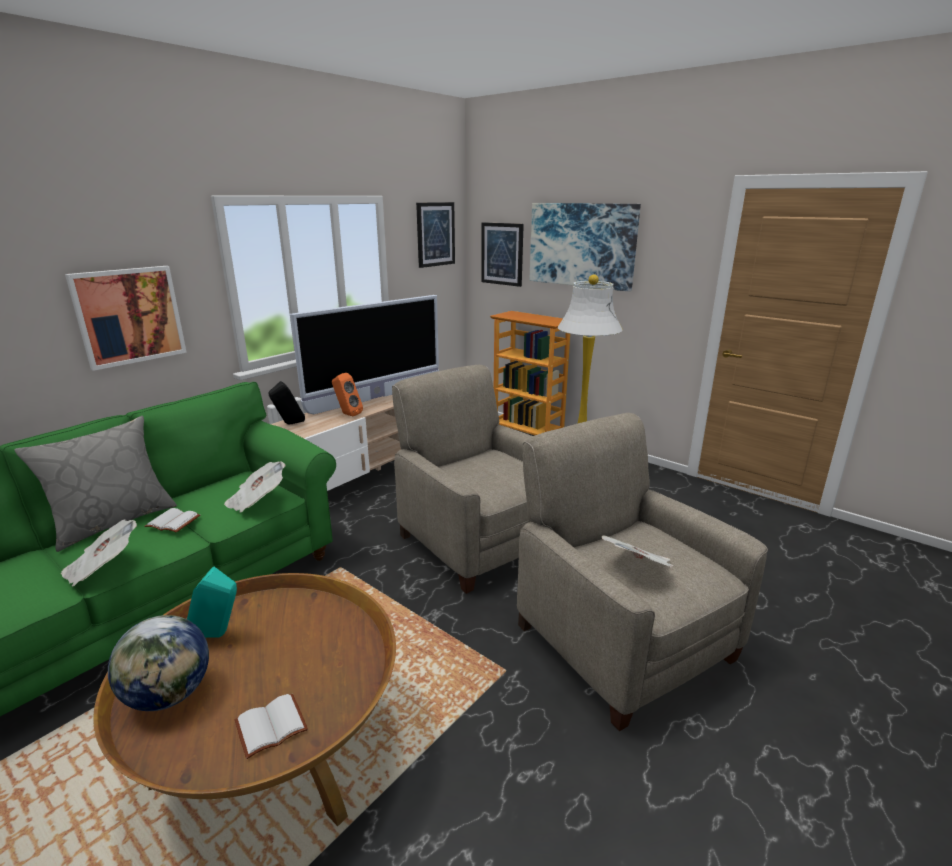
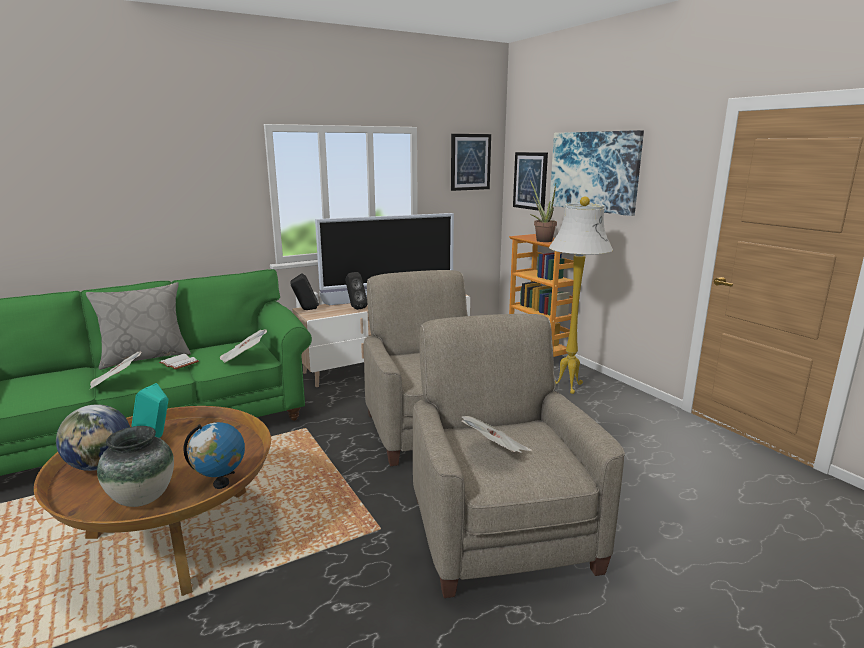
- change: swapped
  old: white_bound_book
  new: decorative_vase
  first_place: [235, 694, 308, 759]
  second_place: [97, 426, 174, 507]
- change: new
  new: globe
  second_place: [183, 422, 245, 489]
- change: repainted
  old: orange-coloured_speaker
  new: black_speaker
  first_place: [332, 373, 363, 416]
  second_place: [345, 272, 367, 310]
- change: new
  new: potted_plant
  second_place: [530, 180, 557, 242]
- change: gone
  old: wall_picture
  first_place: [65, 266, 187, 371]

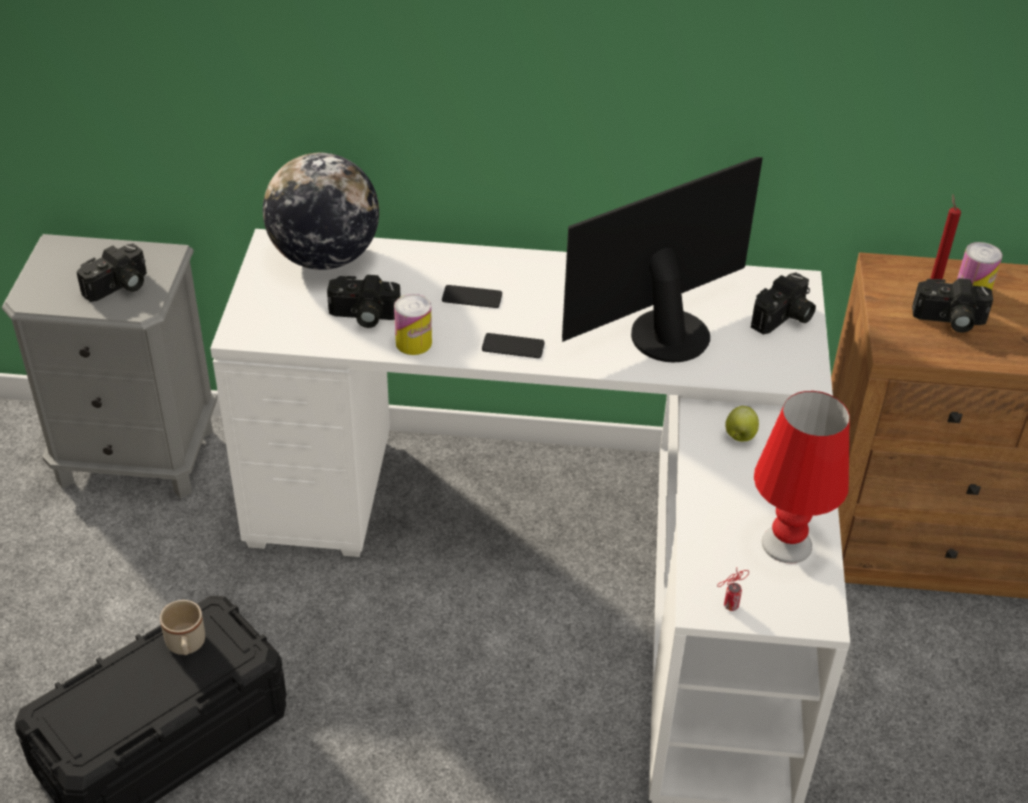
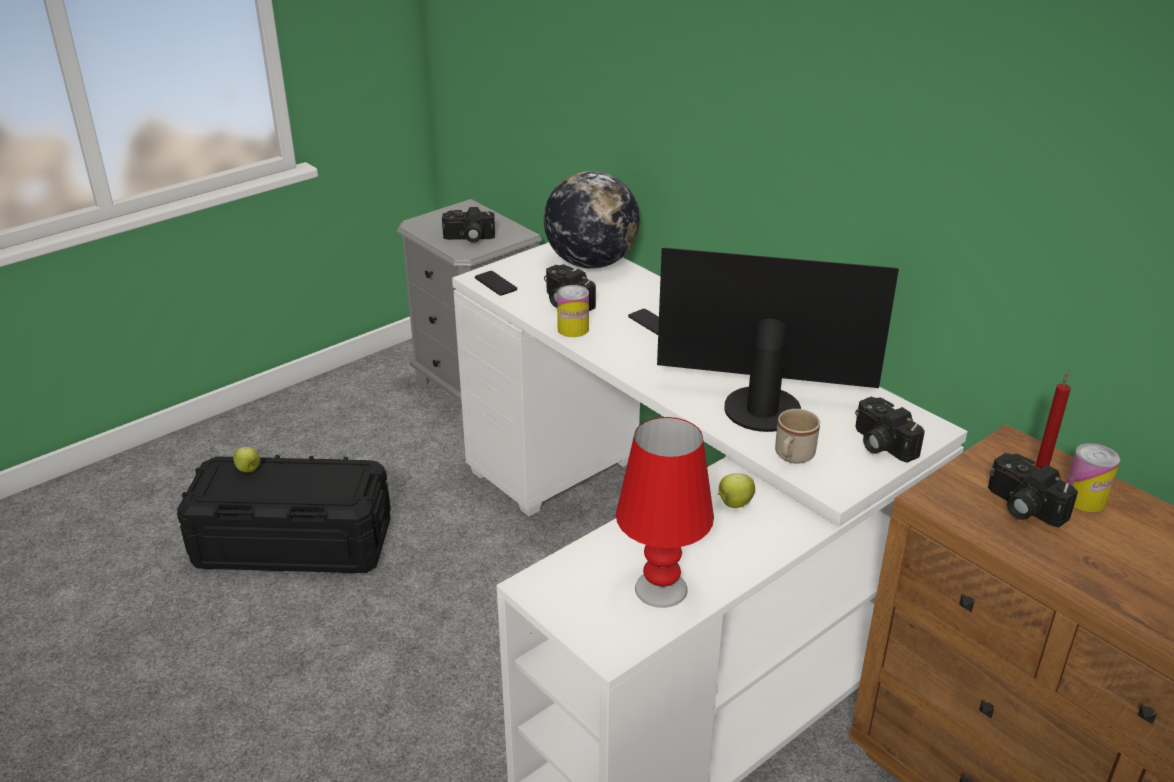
- change: new
  new: apple
  second_place: [233, 447, 260, 473]
- change: shifted
  old: phone
  first_place: [482, 333, 544, 358]
  second_place: [475, 271, 517, 296]
- change: shifted
  old: sand-coloured_coffee_mug
  first_place: [160, 600, 205, 655]
  second_place: [775, 409, 820, 464]
- change: rotated
  old: photo_camera
  first_place: [751, 273, 816, 334]
  second_place: [855, 397, 925, 463]
  degrees: 60
- change: gone
  old: sealed_can
  first_place: [717, 568, 749, 611]

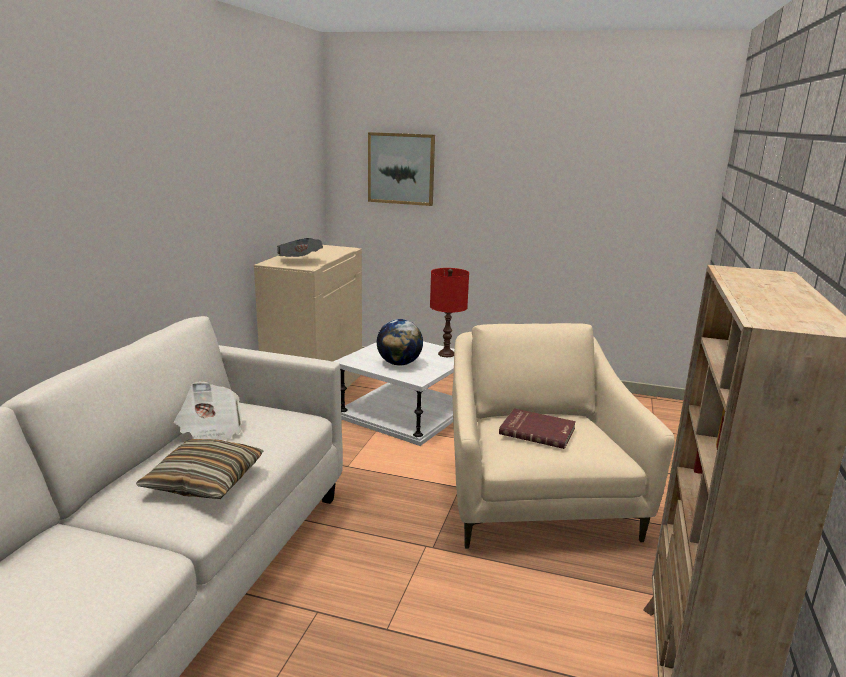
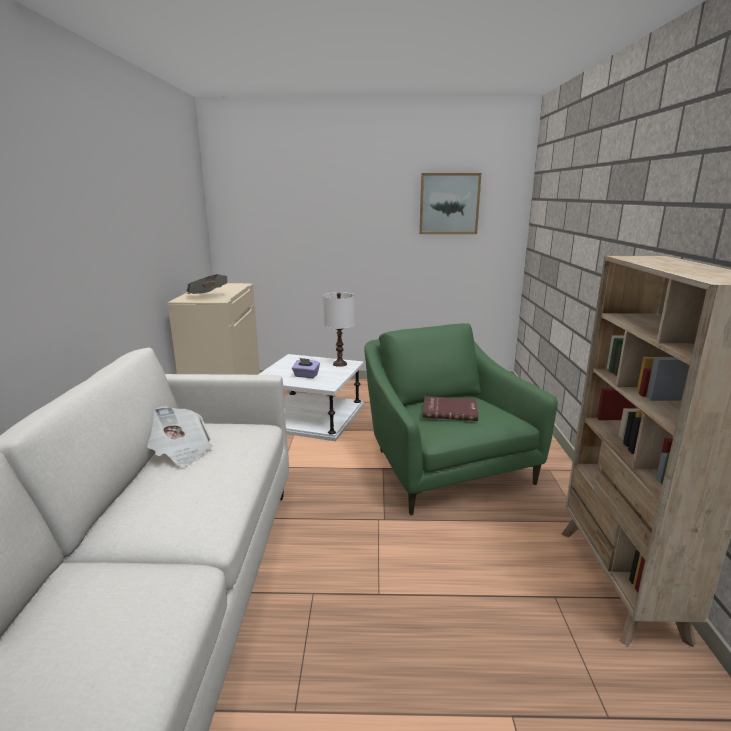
- change: swapped
  old: globe
  new: purple-coloured_box_of_tissues
  first_place: [377, 319, 423, 366]
  second_place: [292, 358, 320, 378]
- change: repainted
  old: red-coloured_table_lamp
  new: white_table_lamp
  first_place: [430, 268, 469, 357]
  second_place: [323, 292, 355, 367]
- change: repainted
  old: sand-coloured_lounge_chair
  new: green_lounge_chair
  first_place: [452, 323, 675, 549]
  second_place: [364, 323, 558, 515]
- change: shifted
  old: wall_picture
  first_place: [368, 132, 435, 206]
  second_place: [419, 173, 481, 234]
- change: gone
  old: pillow
  first_place: [136, 439, 264, 499]

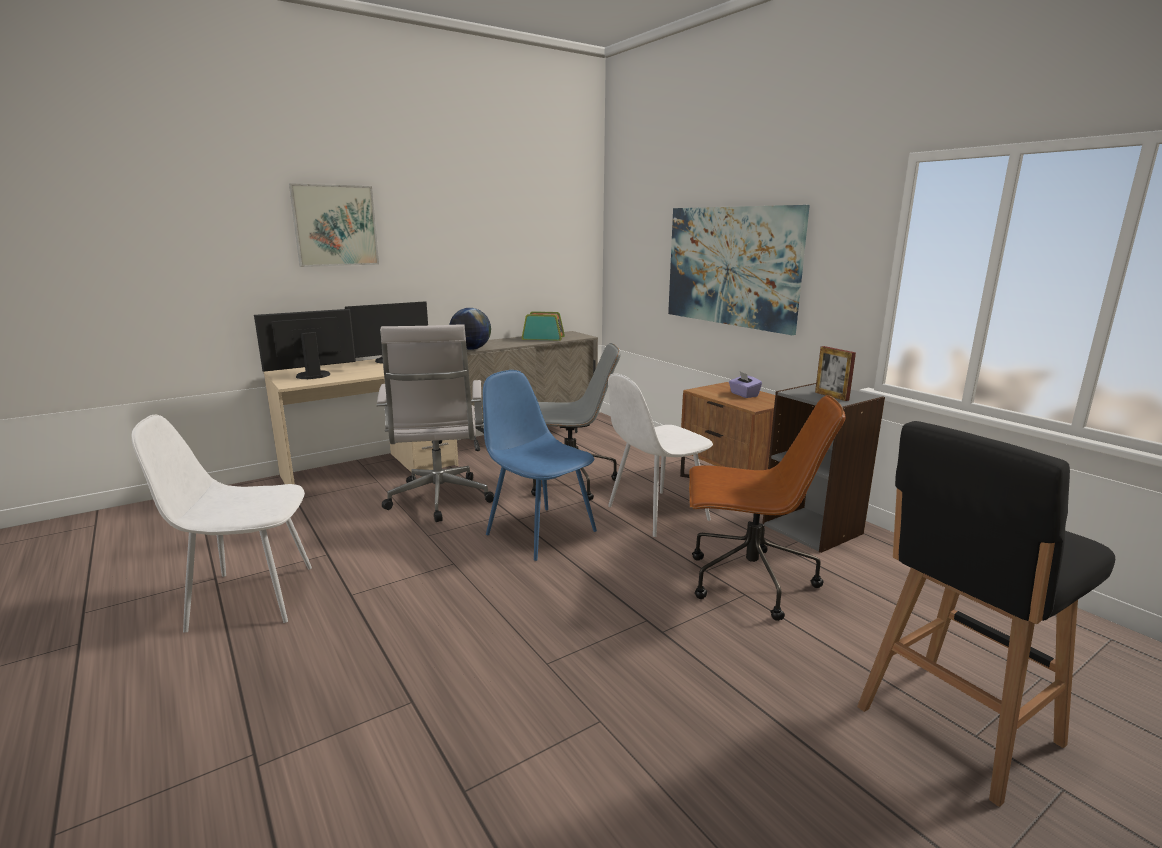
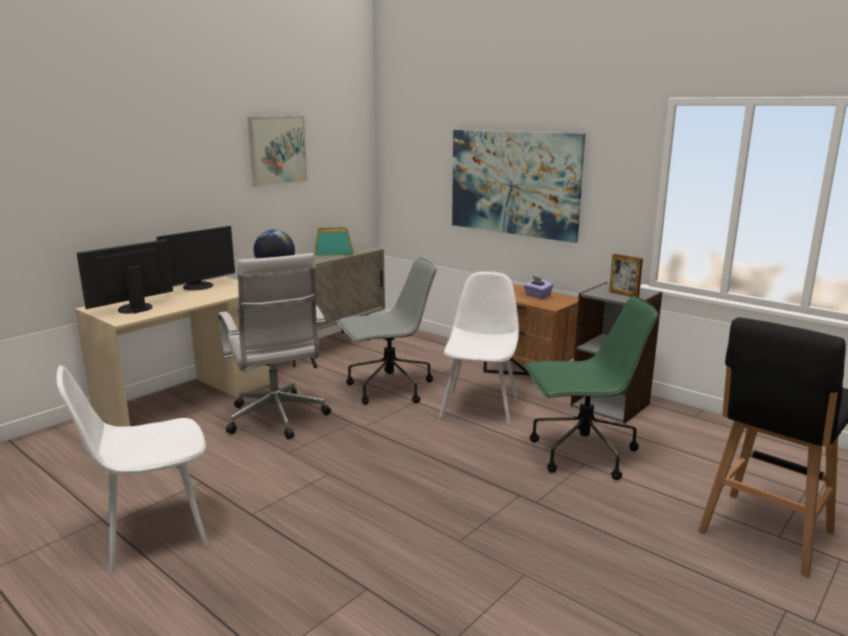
- change: shifted
  old: wall_picture
  first_place: [289, 183, 379, 267]
  second_place: [247, 116, 308, 187]
- change: rotated
  old: white_plain_chair
  first_place: [608, 373, 713, 537]
  second_place: [439, 271, 519, 426]
  degrees: 150
- change: repainted
  old: brown-coloured_computer_chair
  new: green_computer_chair
  first_place: [689, 395, 846, 621]
  second_place: [525, 296, 659, 480]
- change: gone
  old: blue-coloured_plain_chair
  first_place: [483, 370, 597, 561]

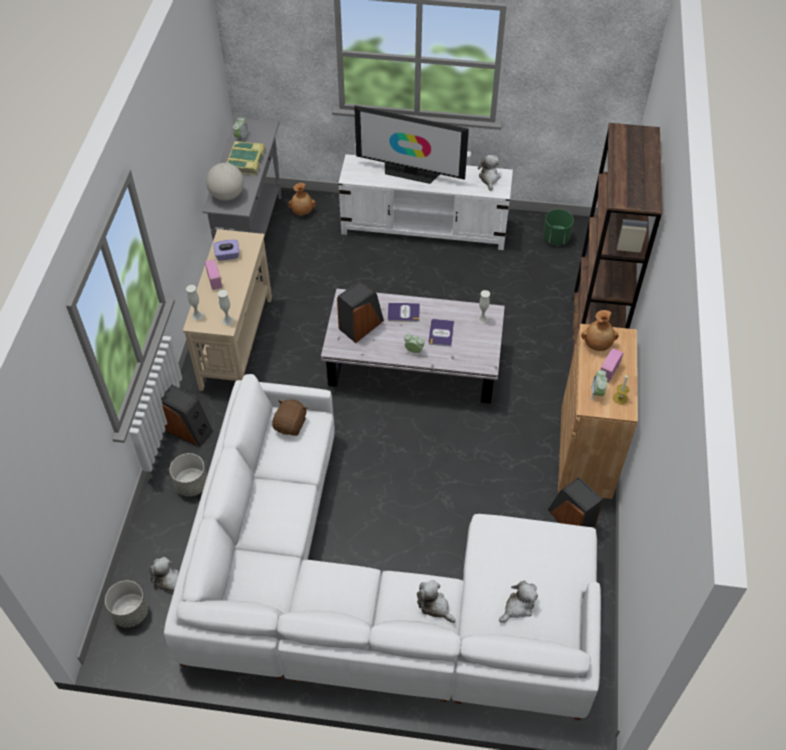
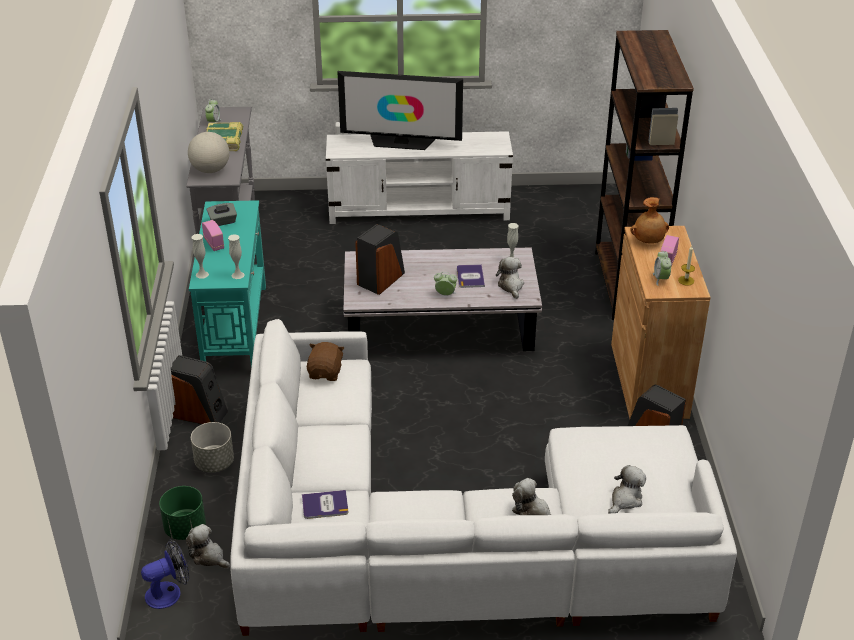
- change: swapped
  old: gray_plant_pot
  new: cooling_fan
  first_place: [105, 581, 148, 628]
  second_place: [141, 540, 189, 609]
- change: shifted
  old: green_plant_pot
  first_place: [543, 209, 574, 245]
  second_place: [159, 486, 206, 540]
- change: repainted
  old: sand-coloured_narrow_table
  new: turquoise_narrow_table
  first_place: [183, 229, 272, 391]
  second_place: [189, 200, 266, 366]
- change: repainted
  old: purple-coloured_box_of_tissues
  new: gray_box_of_tissues
  first_place: [213, 240, 239, 261]
  second_place: [207, 203, 237, 226]
- change: shifted
  old: bound_book
  first_place: [388, 303, 420, 322]
  second_place: [302, 490, 348, 519]
- change: shifted
  old: cuddly_toy
  first_place: [478, 155, 501, 191]
  second_place: [496, 257, 524, 299]
- change: gone
  old: brown-coloured_decorative_vase
  first_place: [288, 183, 316, 215]

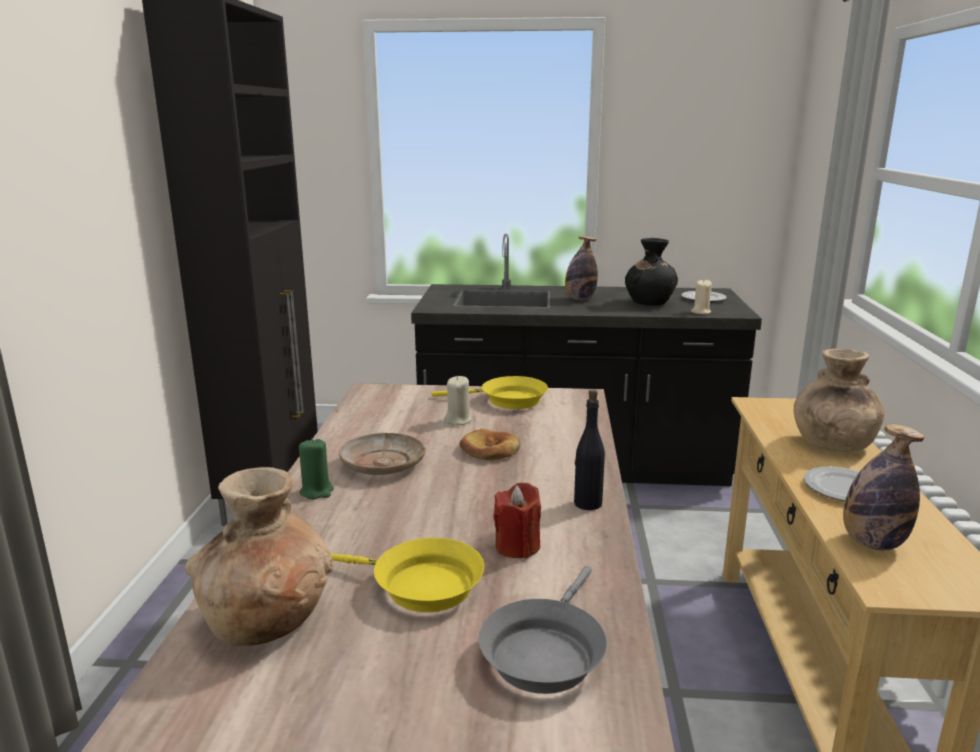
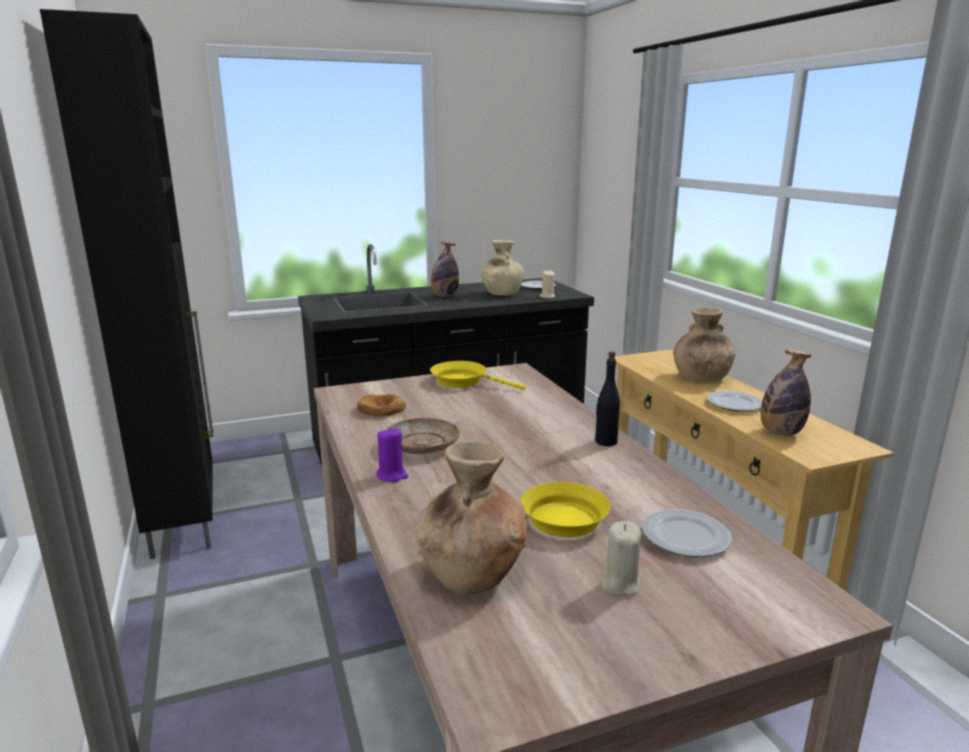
- change: shifted
  old: bakery_bread
  first_place: [459, 429, 520, 460]
  second_place: [357, 394, 406, 417]
- change: repainted
  old: green_candle
  new: purple-coloured_candle
  first_place: [299, 438, 334, 500]
  second_place: [377, 427, 408, 482]
- change: rotated
  old: yellow_skillet
  first_place: [432, 376, 548, 409]
  second_place: [430, 361, 526, 390]
  degrees: -135
- change: repainted
  old: black_decorative_vase
  new: sand-coloured_decorative_vase
  first_place: [625, 238, 678, 306]
  second_place: [481, 240, 524, 295]
- change: shifted
  old: sand-coloured_candle
  first_place: [444, 376, 472, 425]
  second_place: [601, 521, 641, 596]
- change: swapped
  old: gray_skillet
  new: plate
  first_place: [479, 566, 607, 694]
  second_place: [642, 509, 731, 557]
- change: gone
  old: red-coloured_candle
  first_place: [493, 482, 541, 559]

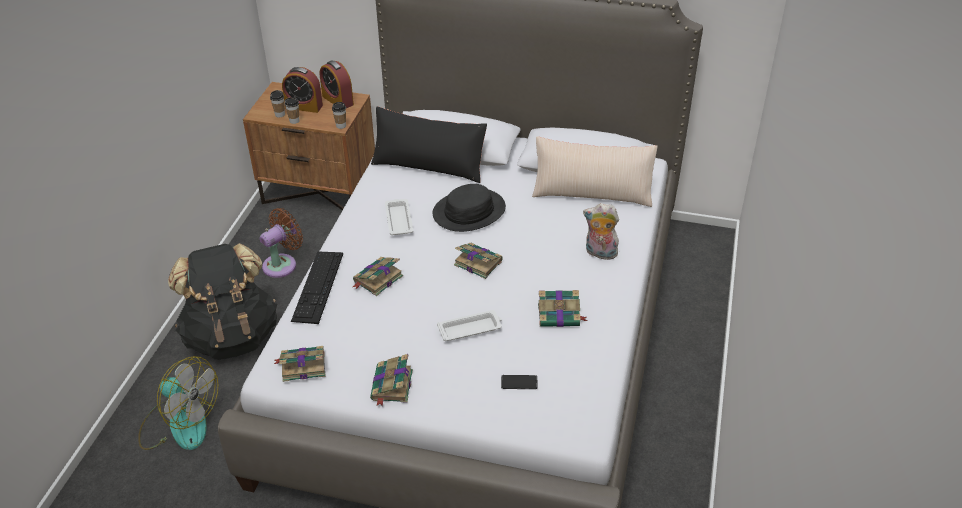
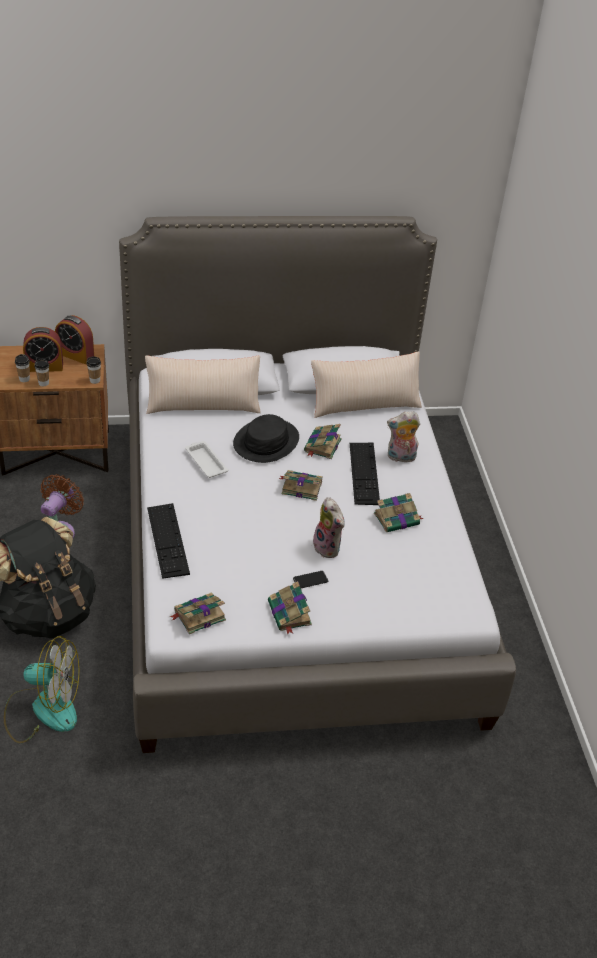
- change: repainted
  old: black_pillow
  new: sand-coloured_pillow
  first_place: [371, 106, 487, 183]
  second_place: [145, 355, 261, 414]
- change: shifted
  old: phone
  first_place: [501, 375, 538, 389]
  second_place: [293, 571, 328, 588]
- change: shifted
  old: bound_book
  first_place: [353, 257, 403, 296]
  second_place: [304, 424, 342, 459]
- change: swapped
  old: white_carrying_tray
  new: cuddly_toy
  first_place: [437, 310, 502, 341]
  second_place: [313, 497, 345, 558]
- change: new
  new: computer_keyboard
  second_place: [350, 443, 380, 505]

